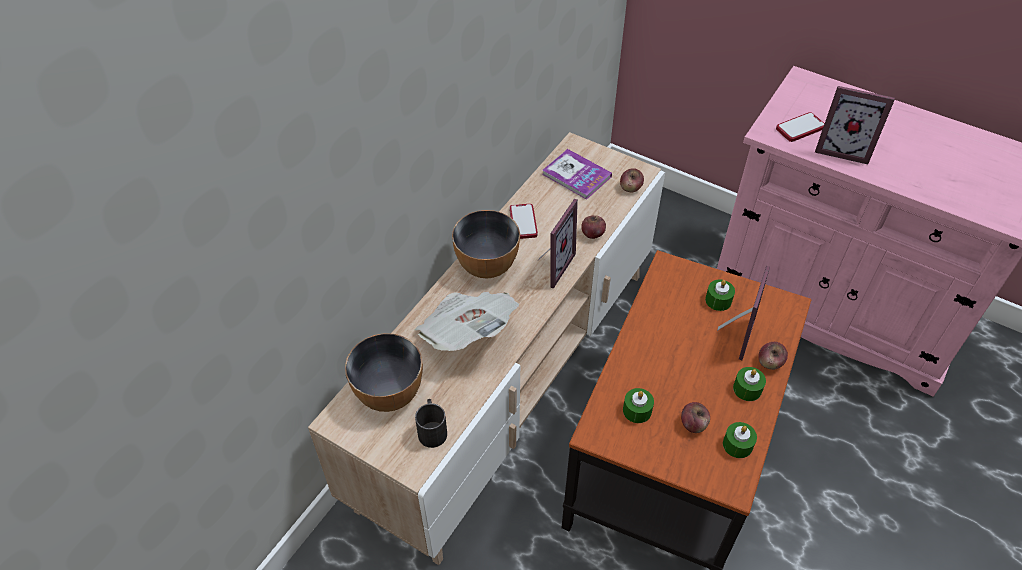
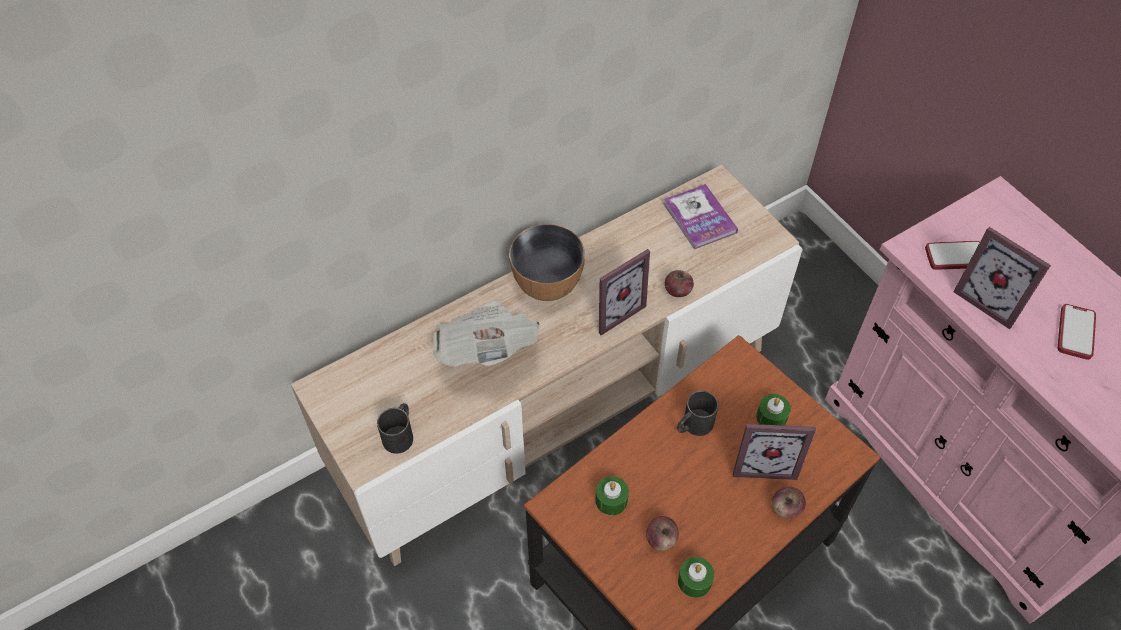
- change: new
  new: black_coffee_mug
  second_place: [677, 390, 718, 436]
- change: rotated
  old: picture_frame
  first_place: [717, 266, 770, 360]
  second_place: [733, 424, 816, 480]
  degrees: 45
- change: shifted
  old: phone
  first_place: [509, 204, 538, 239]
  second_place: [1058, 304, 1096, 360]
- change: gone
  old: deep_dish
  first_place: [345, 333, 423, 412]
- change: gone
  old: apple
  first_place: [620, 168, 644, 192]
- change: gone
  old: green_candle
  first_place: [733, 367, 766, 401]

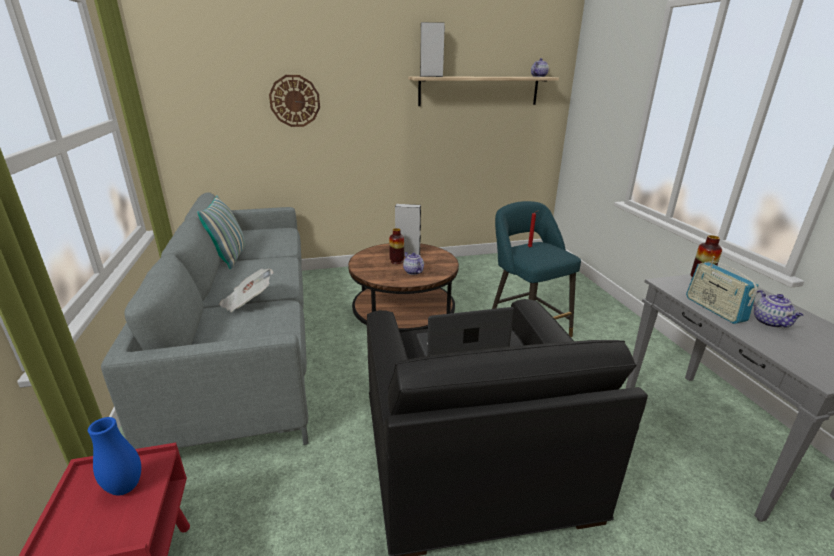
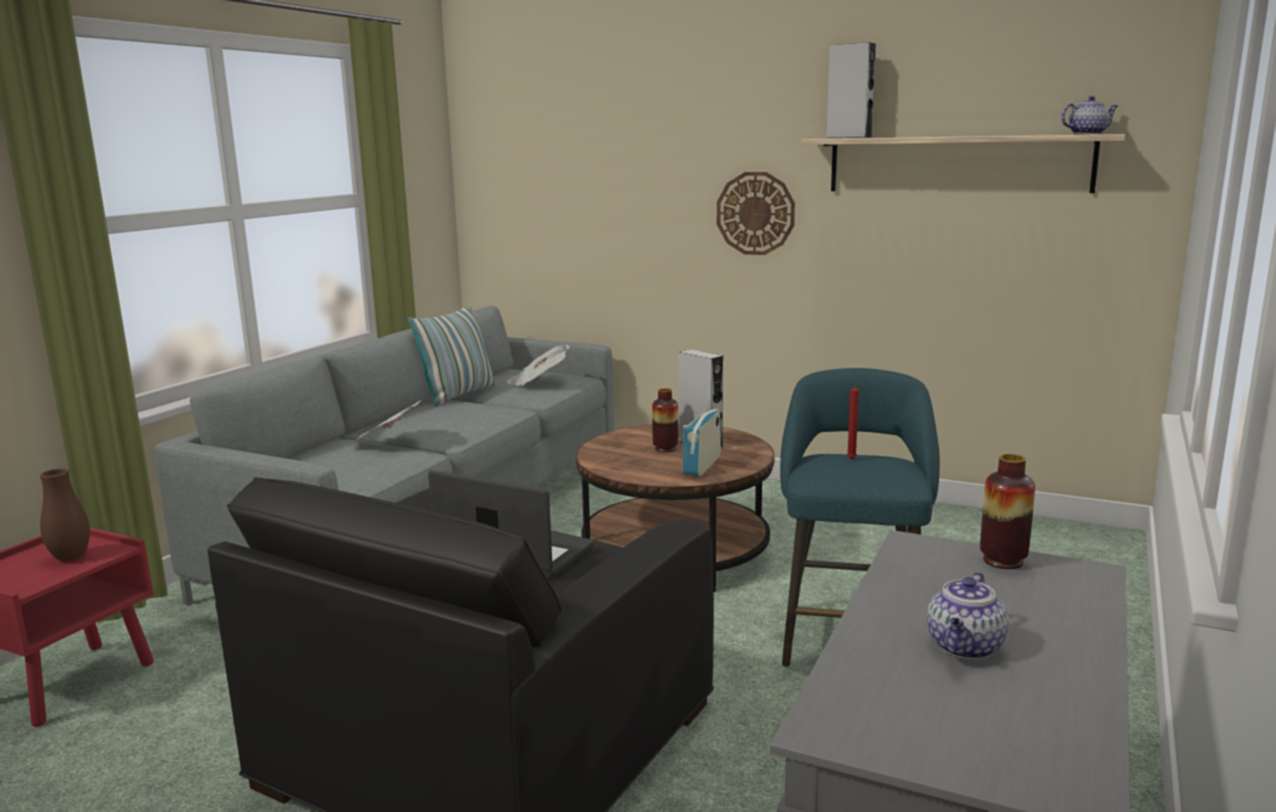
- change: repainted
  old: blue-coloured_decorative_vase
  new: brown-coloured_decorative_vase
  first_place: [88, 417, 141, 495]
  second_place: [40, 468, 90, 561]
- change: new
  new: printed_paper
  second_place: [507, 345, 570, 386]
- change: shifted
  old: radio_set
  first_place: [686, 256, 759, 324]
  second_place: [682, 401, 721, 476]
- change: shifted
  old: clock_on_the_wall
  first_place: [269, 75, 320, 127]
  second_place: [717, 172, 795, 255]
- change: gone
  old: pot_for_tea
  first_place: [403, 252, 424, 275]

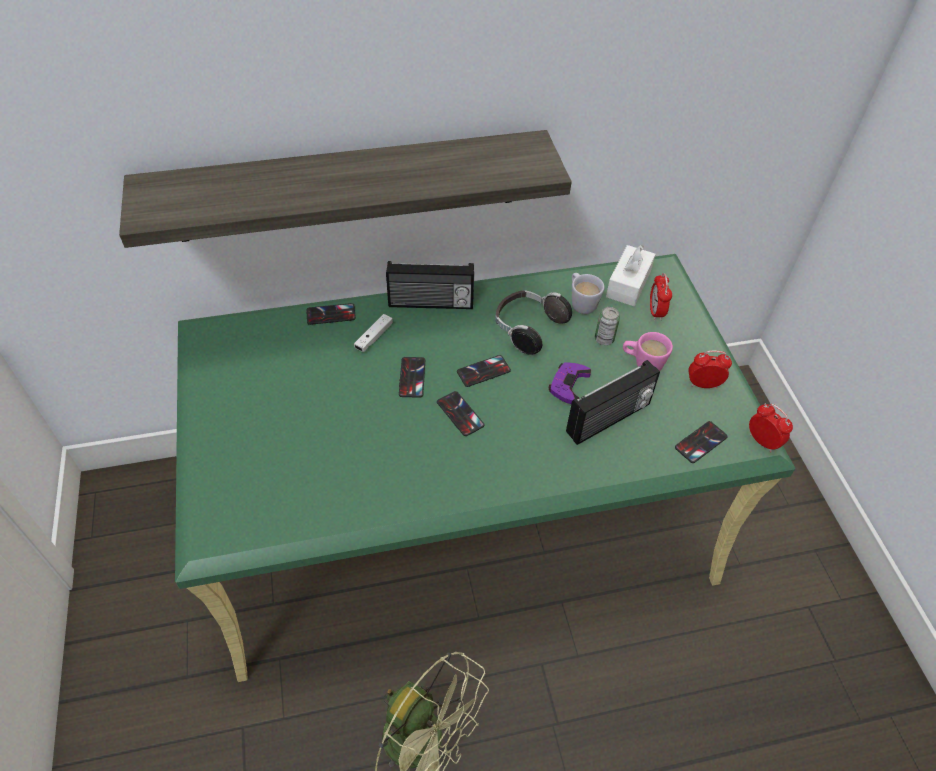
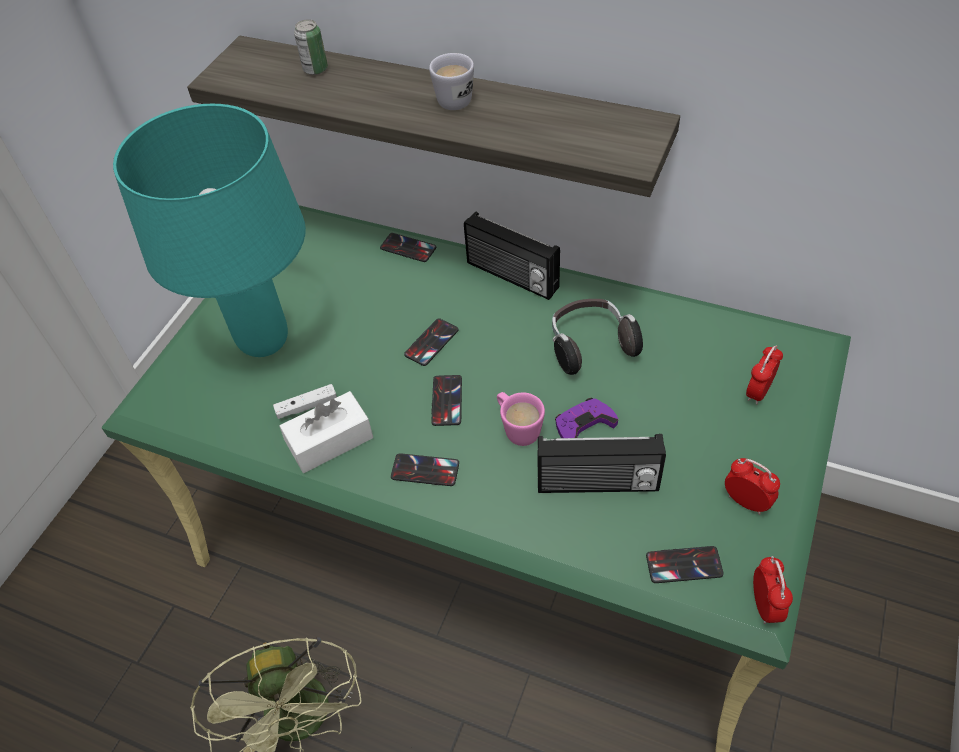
- change: new
  new: turquoise_table_lamp
  second_place: [113, 104, 306, 357]
- change: shifted
  old: white_joypad
  first_place: [354, 314, 393, 352]
  second_place: [273, 384, 337, 419]
- change: shifted
  old: white_box_of_tissues
  first_place: [606, 245, 656, 306]
  second_place: [279, 391, 373, 473]
- change: shifted
  old: sealed_can
  first_place: [595, 307, 620, 345]
  second_place: [294, 19, 328, 75]
- change: shifted
  old: phone
  first_place: [457, 355, 511, 387]
  second_place: [391, 453, 459, 486]
- change: shifted
  old: white_coffee_mug
  first_place: [572, 273, 604, 314]
  second_place: [429, 53, 474, 110]
- change: shifted
  old: pink-coloured_coffee_mug
  first_place: [623, 332, 673, 371]
  second_place: [497, 392, 545, 446]

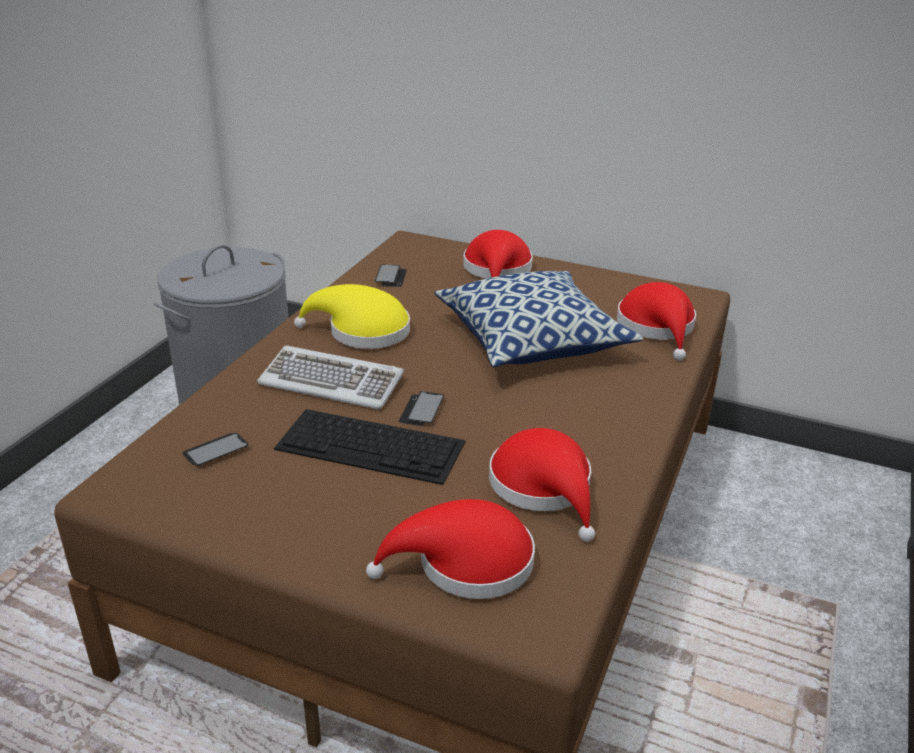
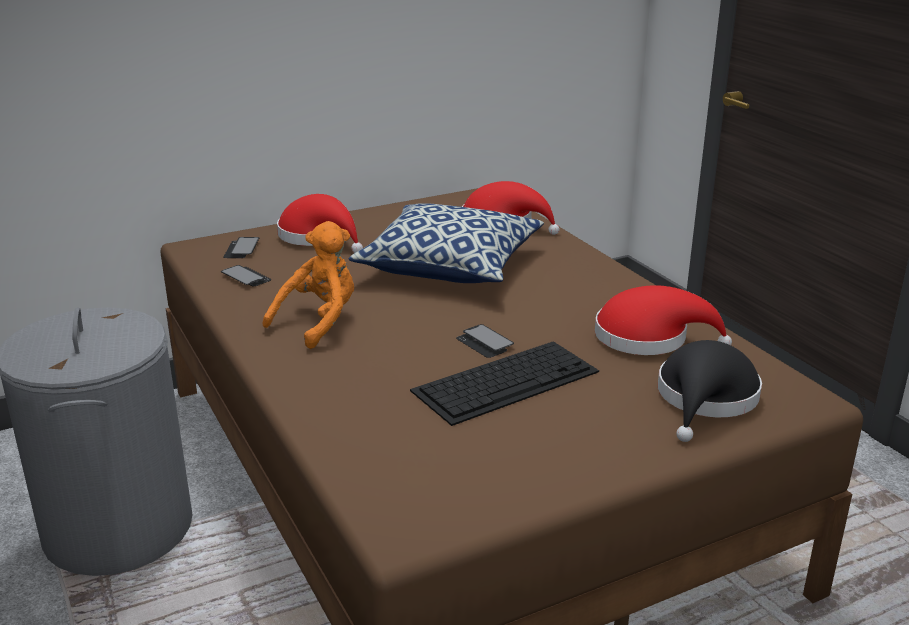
- change: shifted
  old: phone
  first_place: [183, 433, 248, 465]
  second_place: [224, 237, 259, 258]
- change: swapped
  old: yellow_clothing_hat
  new: orange-coloured_cuddly_toy
  first_place: [294, 284, 410, 349]
  second_place: [262, 221, 354, 349]
- change: repainted
  old: red-coloured_clothing_hat
  new: black_clothing_hat
  first_place: [366, 499, 535, 599]
  second_place: [658, 340, 762, 442]
- change: gone
  old: computer_keyboard
  first_place: [257, 346, 404, 409]

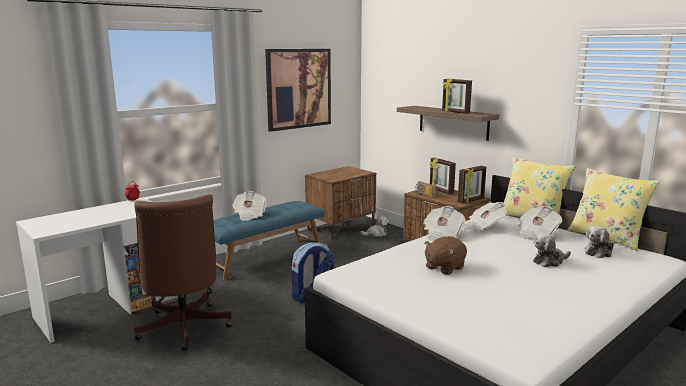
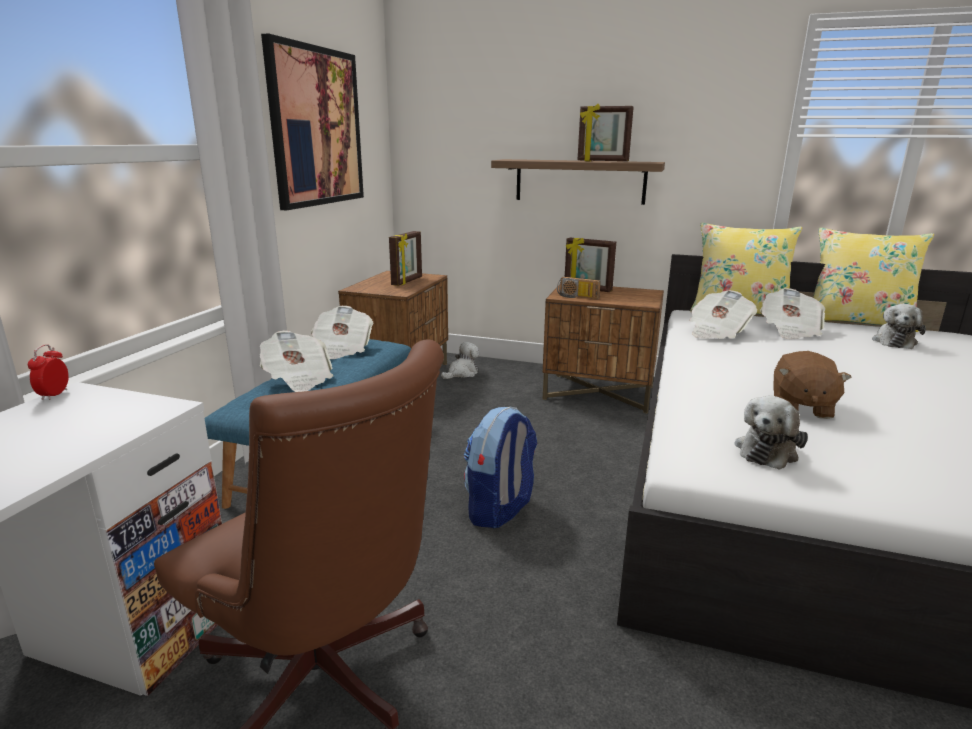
- change: shifted
  old: printed_paper
  first_place: [424, 206, 466, 241]
  second_place: [311, 306, 373, 359]
- change: shifted
  old: picture_frame
  first_place: [458, 166, 486, 204]
  second_place: [389, 231, 422, 286]
- change: shifted
  old: cuddly_toy
  first_place: [533, 233, 571, 267]
  second_place: [734, 396, 808, 470]

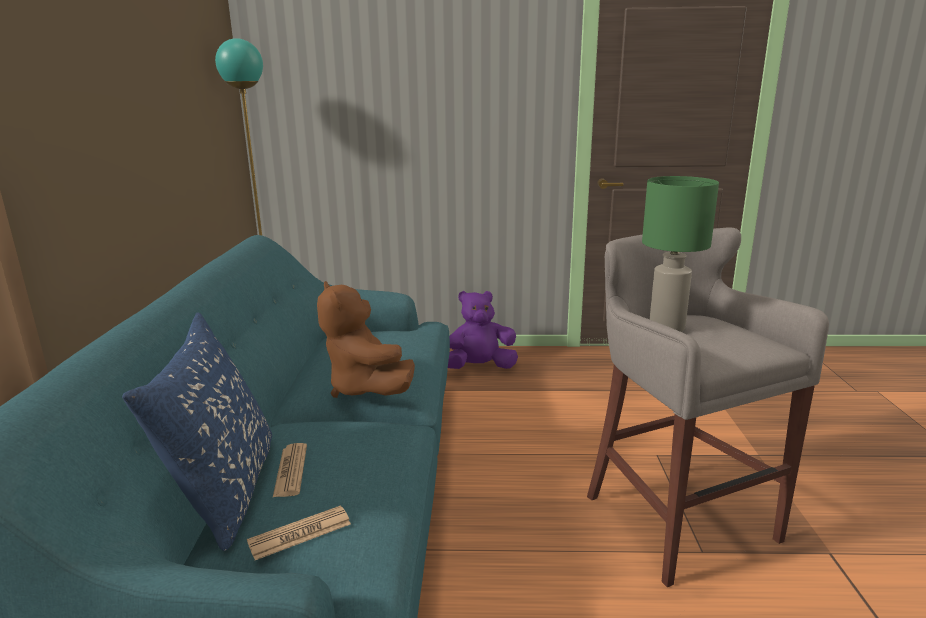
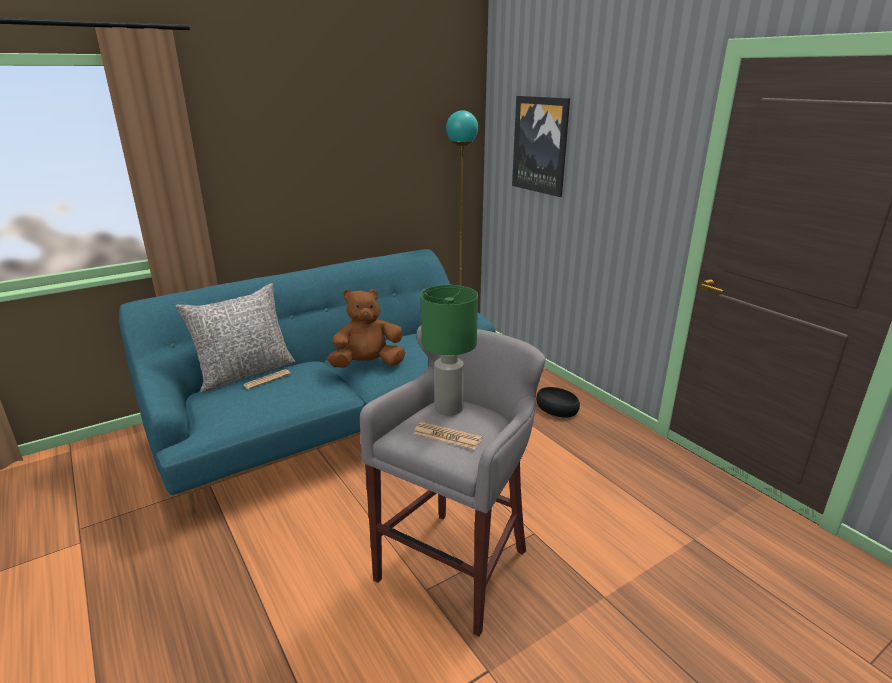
- change: repainted
  old: blue-coloured_pillow
  new: gray_pillow
  first_place: [122, 313, 272, 551]
  second_place: [175, 283, 295, 392]
- change: rotated
  old: brown-coloured_cuddly_toy
  first_place: [317, 281, 415, 398]
  second_place: [327, 289, 405, 368]
  degrees: 45
- change: shifted
  old: printed_paper
  first_place: [247, 506, 351, 560]
  second_place: [413, 422, 482, 450]
- change: new
  new: wall_picture
  second_place: [512, 96, 570, 197]
- change: swapped
  old: purple-coloured_cuddly_toy
  new: black_deep_dish
  first_place: [448, 291, 518, 369]
  second_place: [536, 387, 580, 417]

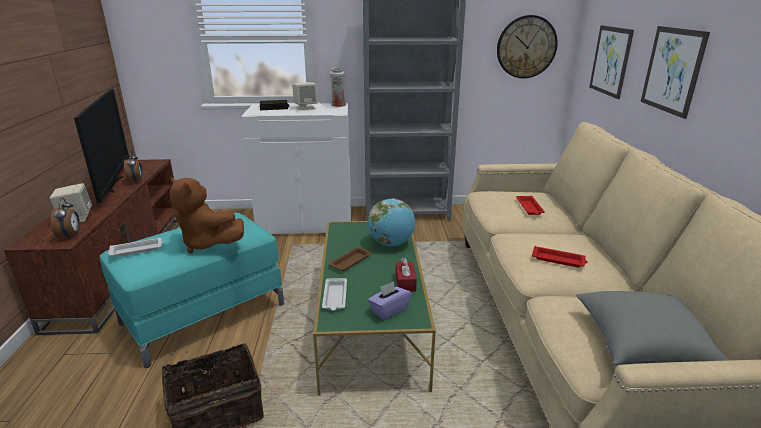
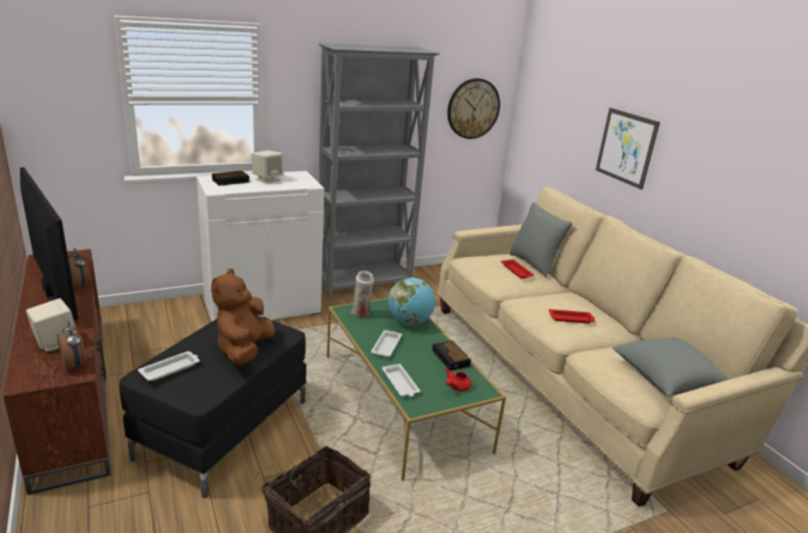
- change: repainted
  old: turquoise_ottoman
  new: black_ottoman
  first_place: [100, 213, 284, 368]
  second_place: [119, 315, 306, 498]
- change: rotated
  old: brown-coloured_cuddly_toy
  first_place: [170, 178, 244, 254]
  second_place: [211, 268, 275, 365]
  degrees: 90
- change: shifted
  old: white_decorative_vase
  first_place: [330, 67, 346, 107]
  second_place: [351, 271, 374, 317]
- change: repainted
  old: brown-coloured_carrying_tray
  new: white_carrying_tray
  first_place: [328, 247, 372, 271]
  second_place: [371, 330, 402, 357]
- change: swapped
  old: red-coloured_box_of_tissues
  new: table_clock
  first_place: [396, 258, 417, 292]
  second_place: [432, 340, 471, 371]
- change: swapped
  old: purple-coloured_box_of_tissues
  new: red-coloured_pot_for_tea
  first_place: [368, 281, 411, 320]
  second_place: [446, 369, 472, 391]
- change: new
  new: gray_pillow
  second_place: [510, 202, 573, 278]
- change: gone
  old: wall_picture
  first_place: [589, 25, 634, 99]

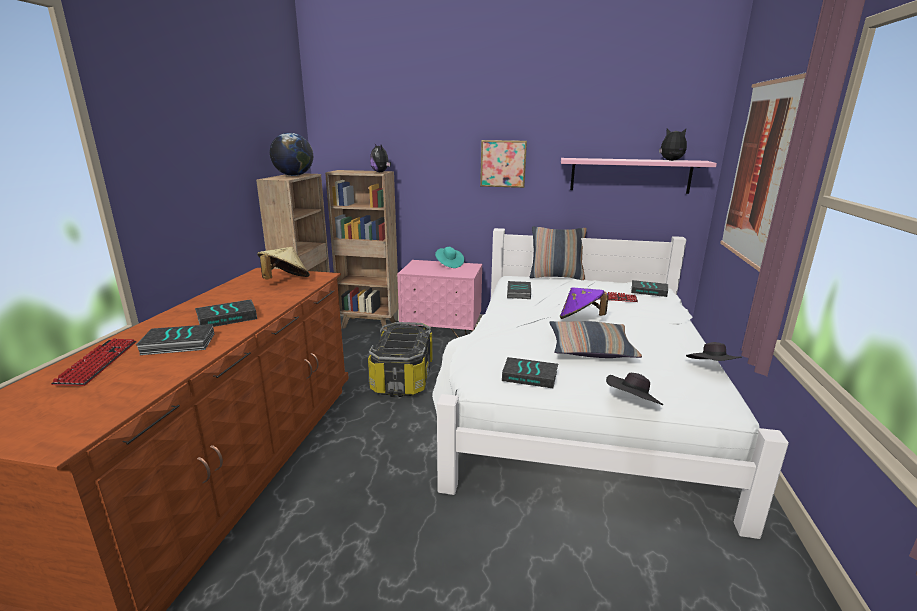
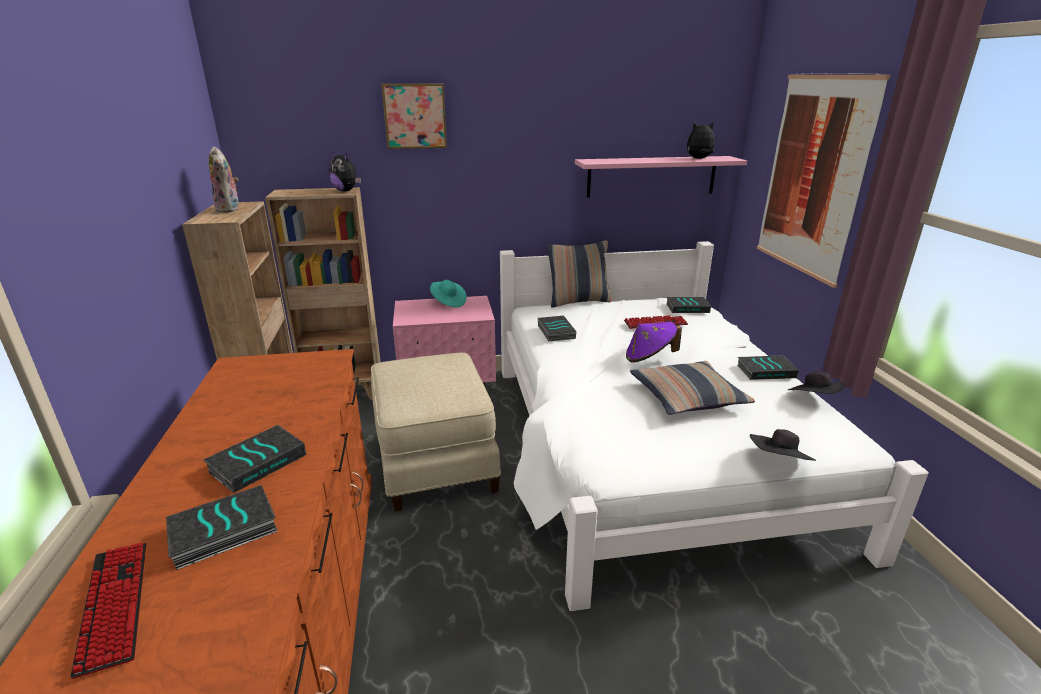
- change: swapped
  old: globe
  new: cuddly_toy
  first_place: [270, 133, 313, 176]
  second_place: [209, 146, 238, 213]
- change: swapped
  old: storage_box
  new: sand-coloured_ottoman
  first_place: [368, 322, 433, 397]
  second_place: [371, 353, 501, 512]
- change: shifted
  old: wall_picture
  first_place: [480, 140, 527, 188]
  second_place: [381, 84, 447, 149]
- change: shifted
  old: bound_book
  first_place: [502, 357, 558, 388]
  second_place: [737, 355, 799, 380]
- change: gone
  old: sand-coloured_clothing_hat
  first_place: [257, 247, 310, 279]

